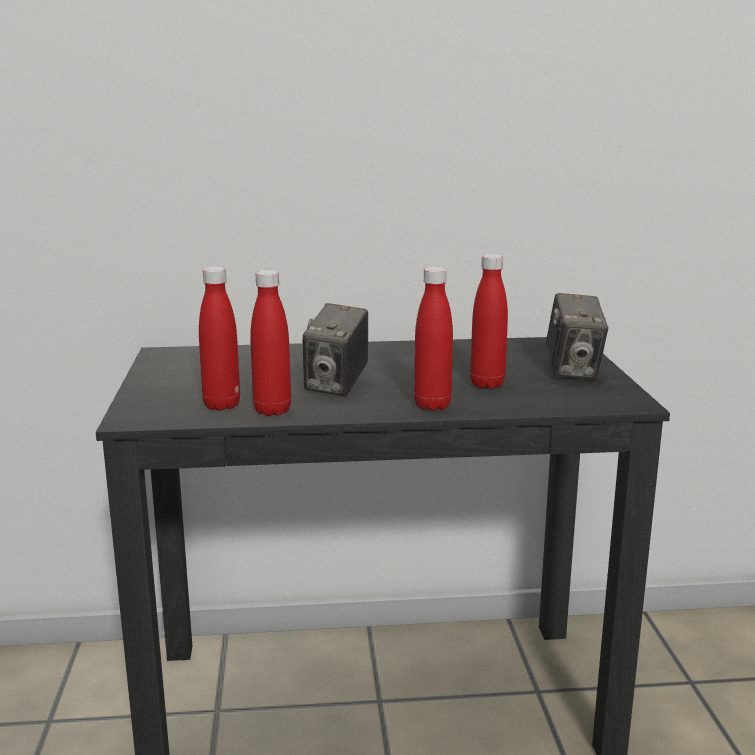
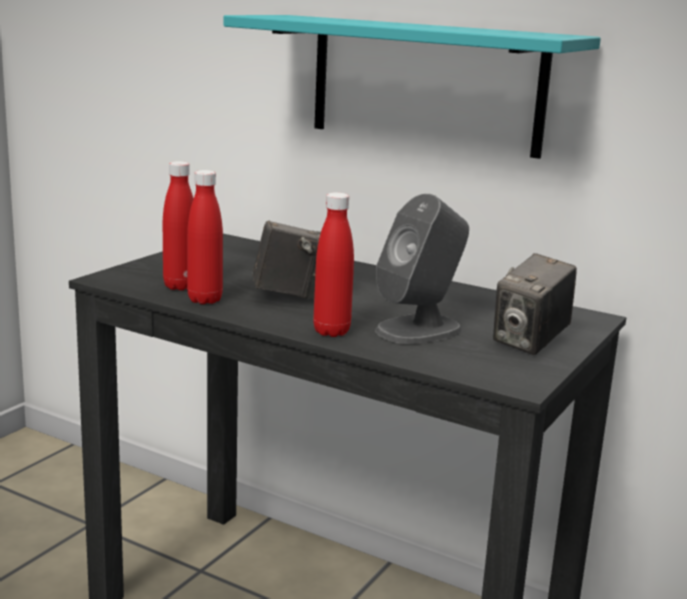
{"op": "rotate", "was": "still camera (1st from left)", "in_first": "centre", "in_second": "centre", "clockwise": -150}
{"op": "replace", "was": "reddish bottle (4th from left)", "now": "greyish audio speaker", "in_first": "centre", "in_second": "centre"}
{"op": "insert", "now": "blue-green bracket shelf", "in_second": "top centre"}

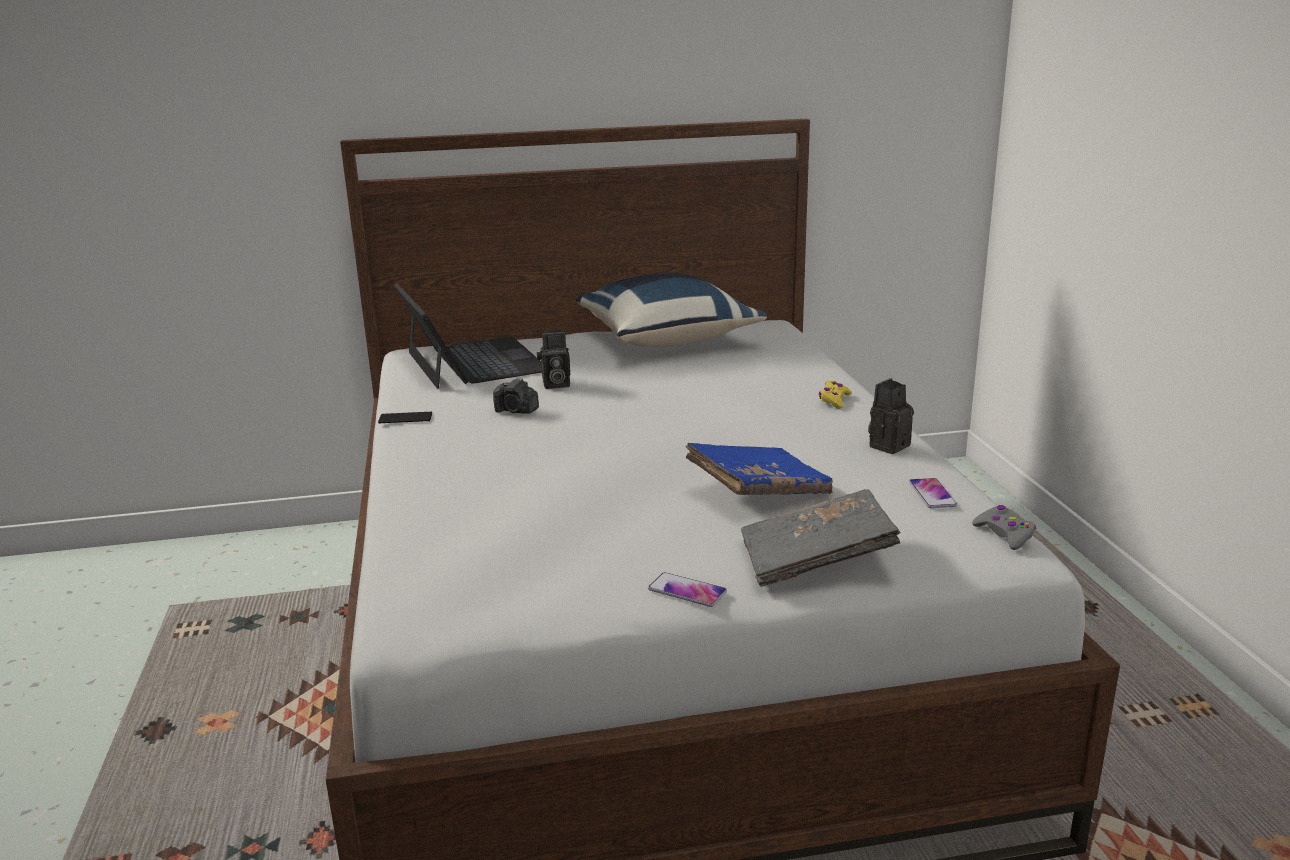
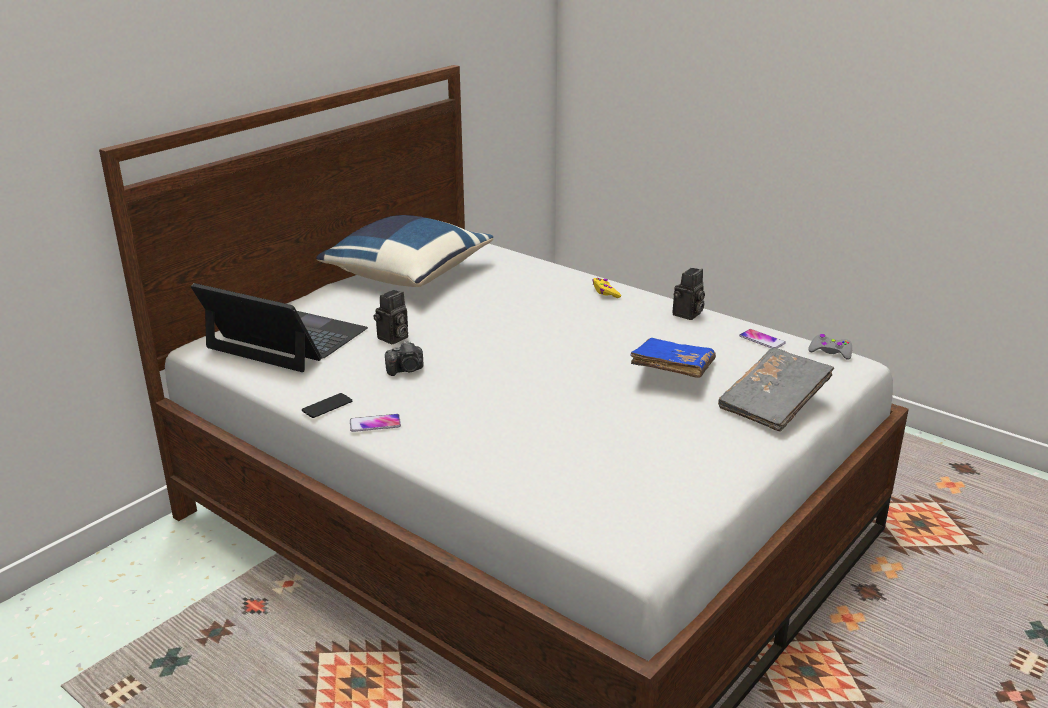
{"op": "move", "was": "telephone (2nd from left)", "in_first": "bottom centre", "in_second": "centre"}
{"op": "rotate", "was": "still camera (3rd from left)", "in_first": "middle right", "in_second": "centre", "clockwise": -150}

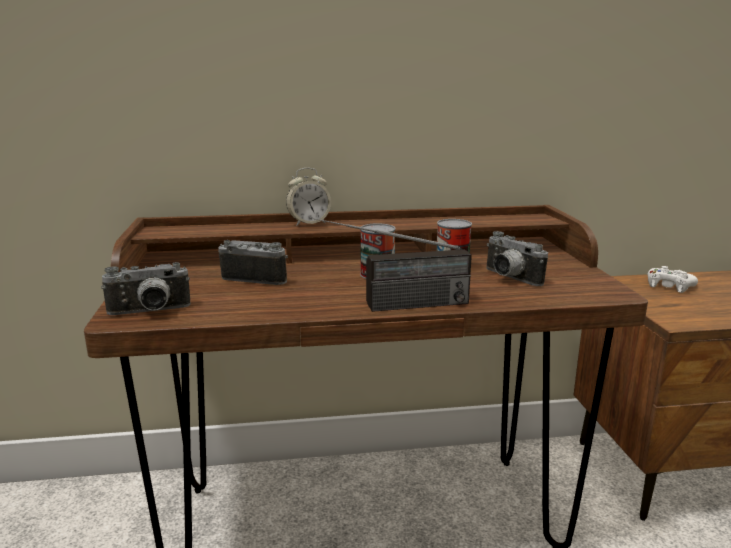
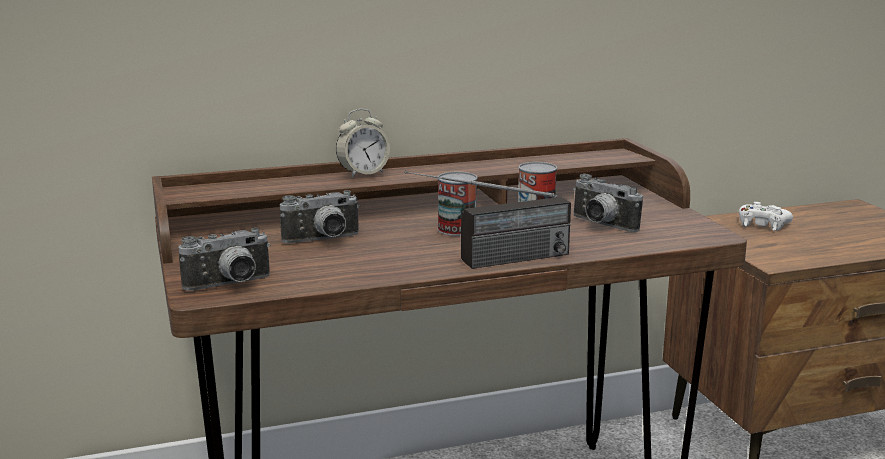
{"op": "rotate", "was": "still camera (2nd from left)", "in_first": "centre", "in_second": "centre", "clockwise": 150}

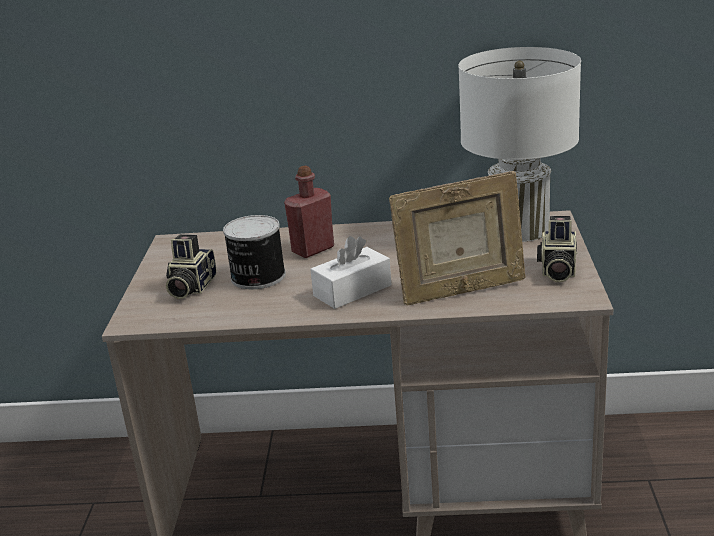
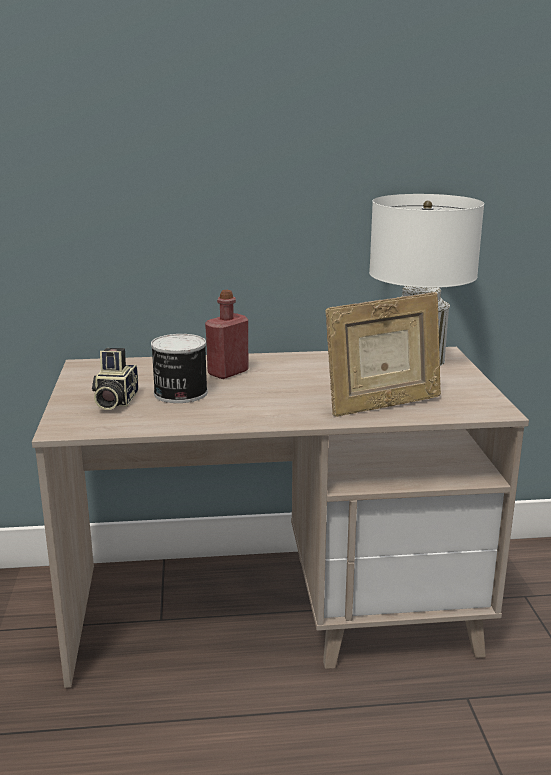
{"op": "delete", "was": "white tissue box", "in_first": "centre"}
{"op": "delete", "was": "still camera (2nd from left)", "in_first": "middle right"}

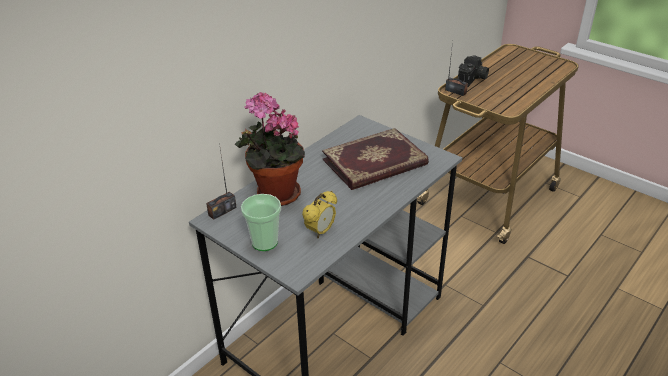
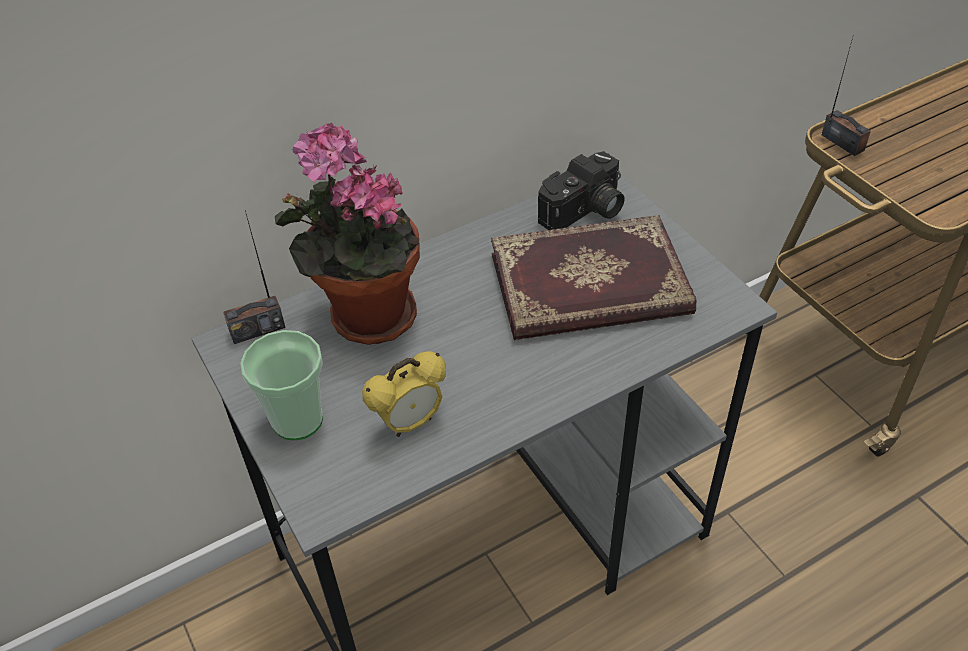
{"op": "move", "was": "still camera", "in_first": "top right", "in_second": "top centre"}

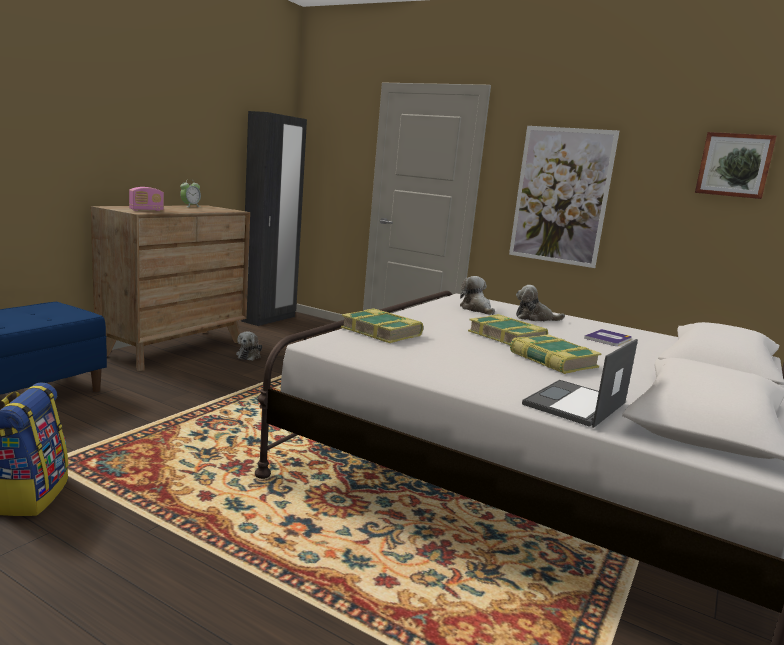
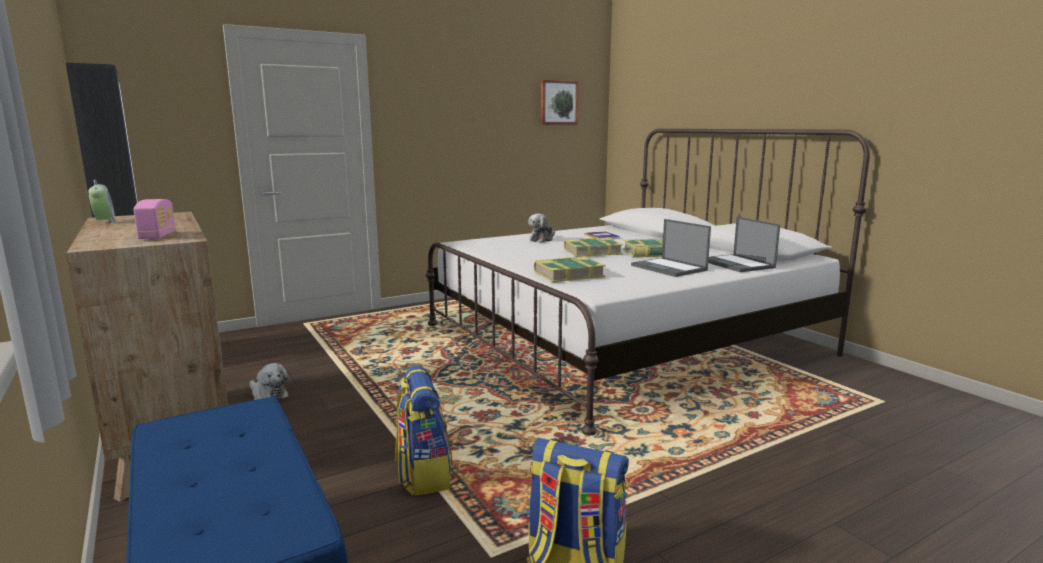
{"op": "delete", "was": "soft toy (2nd from left)", "in_first": "centre"}
{"op": "delete", "was": "wall picture (1st from left)", "in_first": "top right"}
{"op": "insert", "now": "backpack (1st from left)", "in_second": "bottom centre"}
{"op": "insert", "now": "portable computer (1st from left)", "in_second": "centre"}

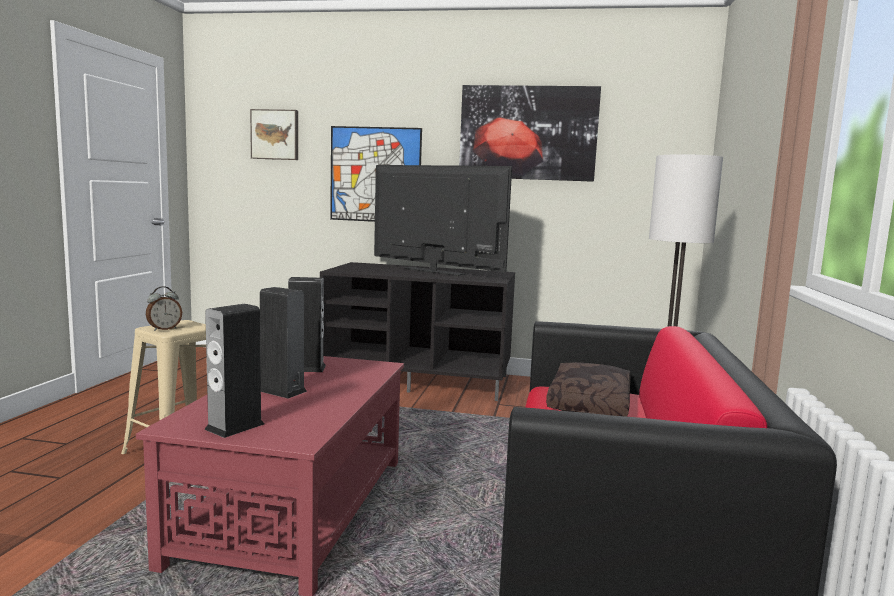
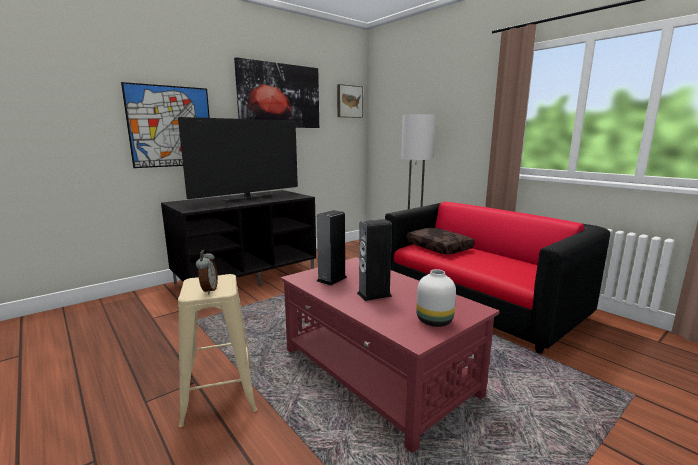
{"op": "replace", "was": "audio speaker (1st from left)", "now": "white flower vase", "in_first": "middle left", "in_second": "centre"}
{"op": "move", "was": "wall picture (1st from left in the first image)", "now": "wall picture (3rd from left)", "in_first": "top left", "in_second": "top centre"}
{"op": "rotate", "was": "TV set", "in_first": "centre", "in_second": "centre", "clockwise": 150}

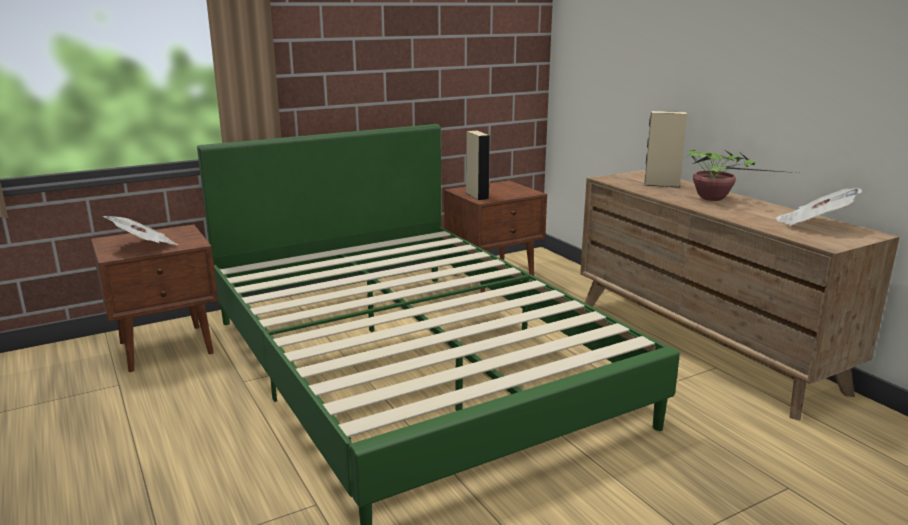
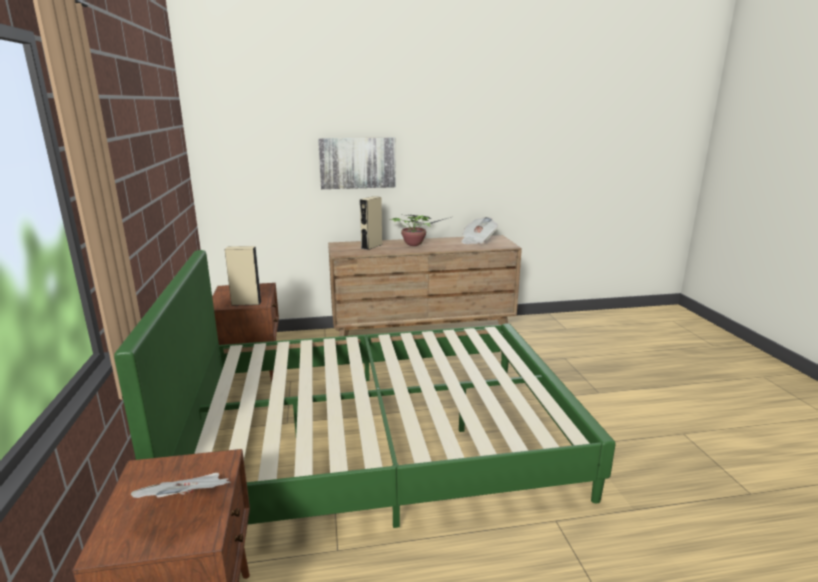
{"op": "insert", "now": "wall picture", "in_second": "top centre"}

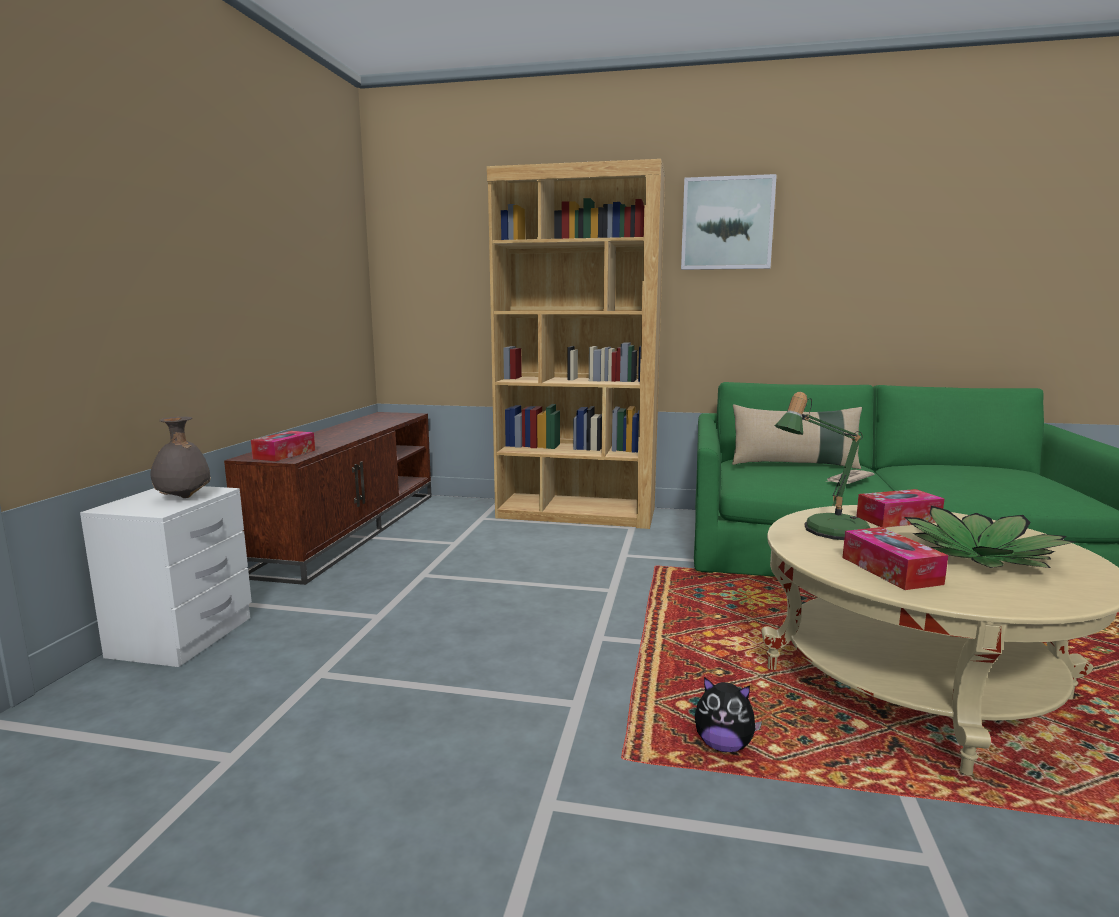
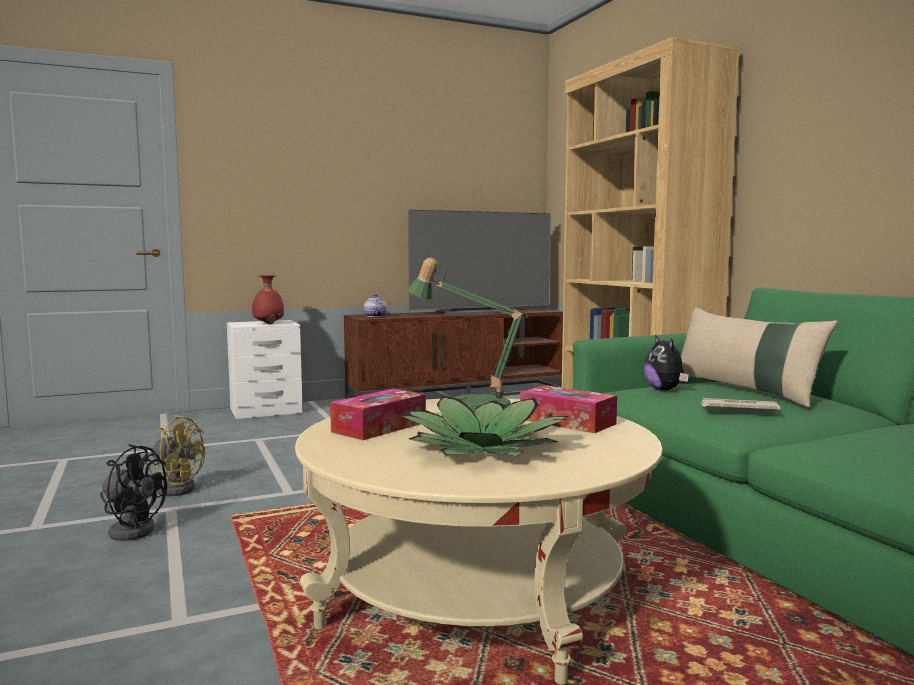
{"op": "recolor", "was": "greyish flower vase", "now": "reddish flower vase", "in_first": "middle left", "in_second": "middle left"}
{"op": "replace", "was": "tissue box (1st from left)", "now": "teapot", "in_first": "middle left", "in_second": "centre"}
{"op": "delete", "was": "wall picture", "in_first": "top centre"}
{"op": "move", "was": "soft toy", "in_first": "bottom centre", "in_second": "middle right"}
{"op": "insert", "now": "black-coloured electric fan", "in_second": "bottom left"}
{"op": "insert", "now": "yellow-coloured electric fan", "in_second": "middle left"}
{"op": "insert", "now": "TV set", "in_second": "centre"}

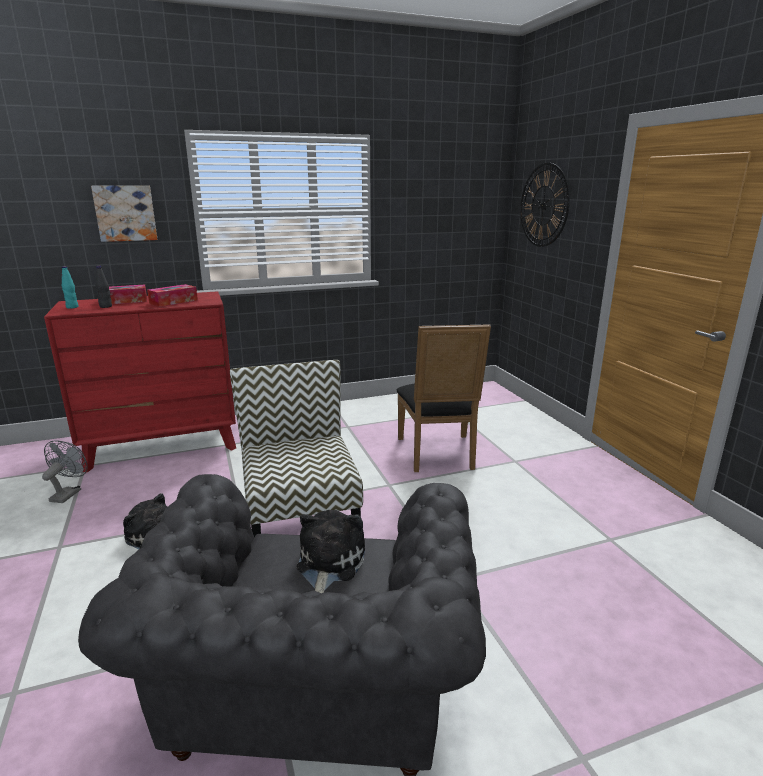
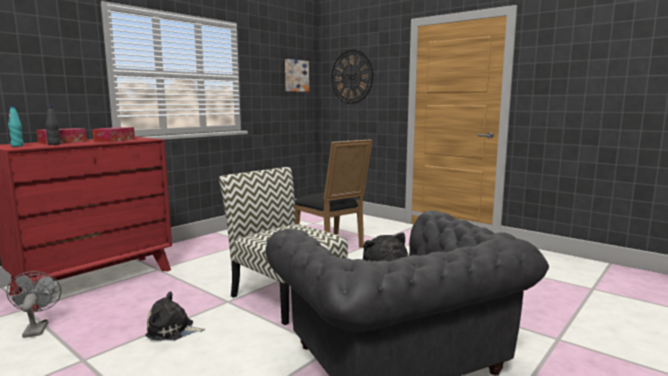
{"op": "move", "was": "wall picture", "in_first": "top left", "in_second": "top centre"}

